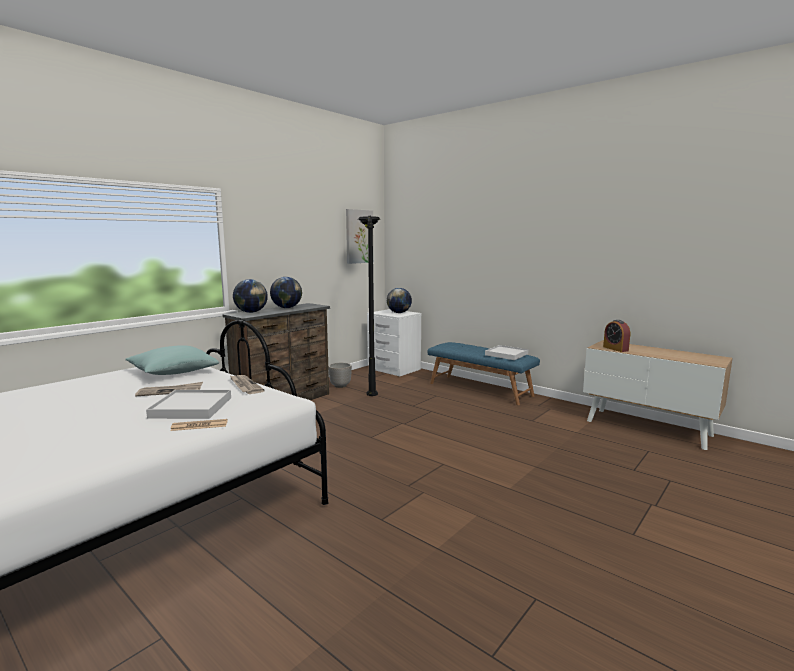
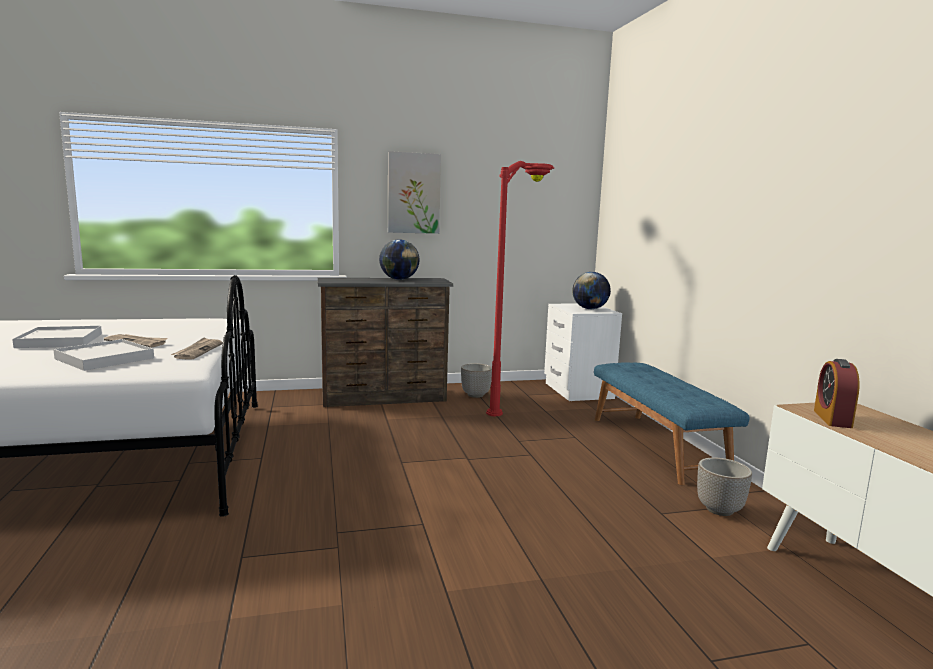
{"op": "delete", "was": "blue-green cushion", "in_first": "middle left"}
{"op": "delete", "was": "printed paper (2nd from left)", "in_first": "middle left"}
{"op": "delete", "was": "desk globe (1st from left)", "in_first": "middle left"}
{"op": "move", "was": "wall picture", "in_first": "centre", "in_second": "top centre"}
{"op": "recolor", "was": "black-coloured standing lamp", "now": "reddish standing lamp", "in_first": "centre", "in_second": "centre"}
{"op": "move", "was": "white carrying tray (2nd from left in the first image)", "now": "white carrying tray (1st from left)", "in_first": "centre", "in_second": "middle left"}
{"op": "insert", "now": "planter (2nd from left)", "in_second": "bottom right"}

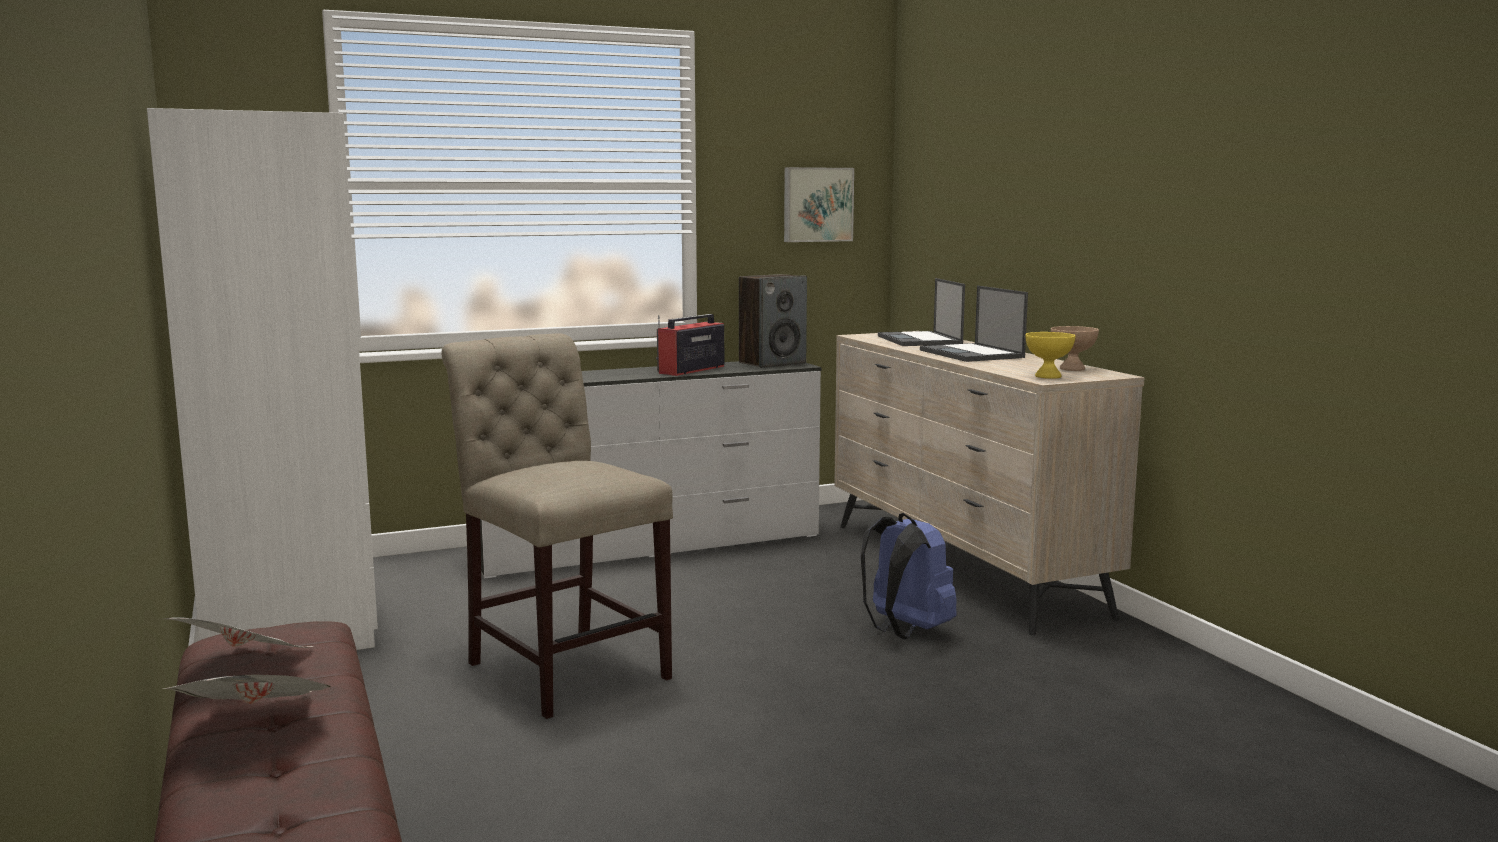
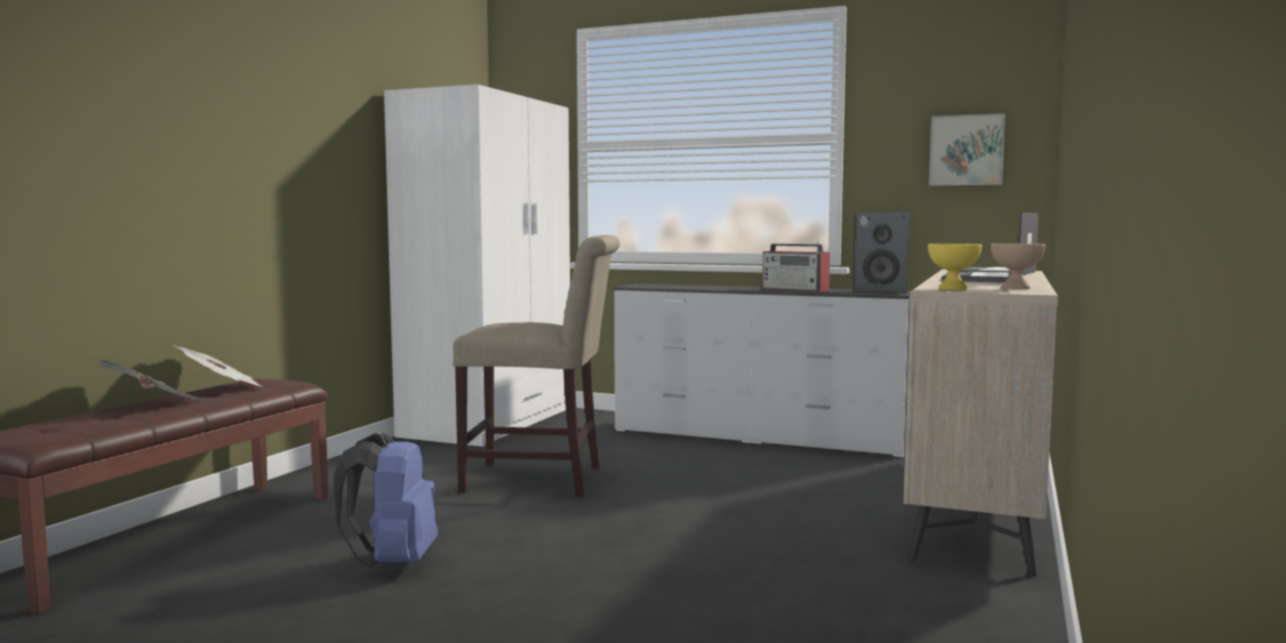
{"op": "rotate", "was": "beige chair", "in_first": "centre", "in_second": "centre", "clockwise": 90}
{"op": "rotate", "was": "radio receiver", "in_first": "centre", "in_second": "centre", "clockwise": -135}
{"op": "move", "was": "bluish backpack", "in_first": "bottom centre", "in_second": "bottom left"}

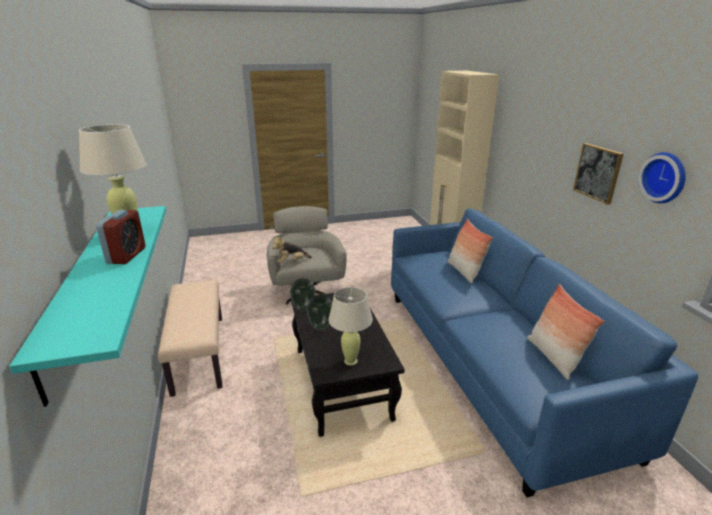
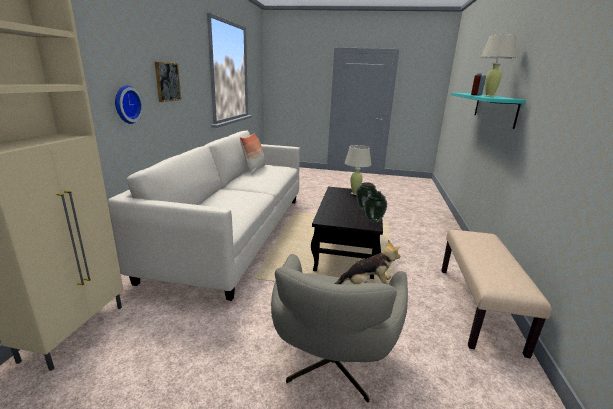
{"op": "recolor", "was": "bluish settee", "now": "white settee", "in_first": "bottom right", "in_second": "middle left"}
{"op": "delete", "was": "cushion (1st from left)", "in_first": "centre"}
{"op": "move", "was": "clock on the wall", "in_first": "middle right", "in_second": "top left"}

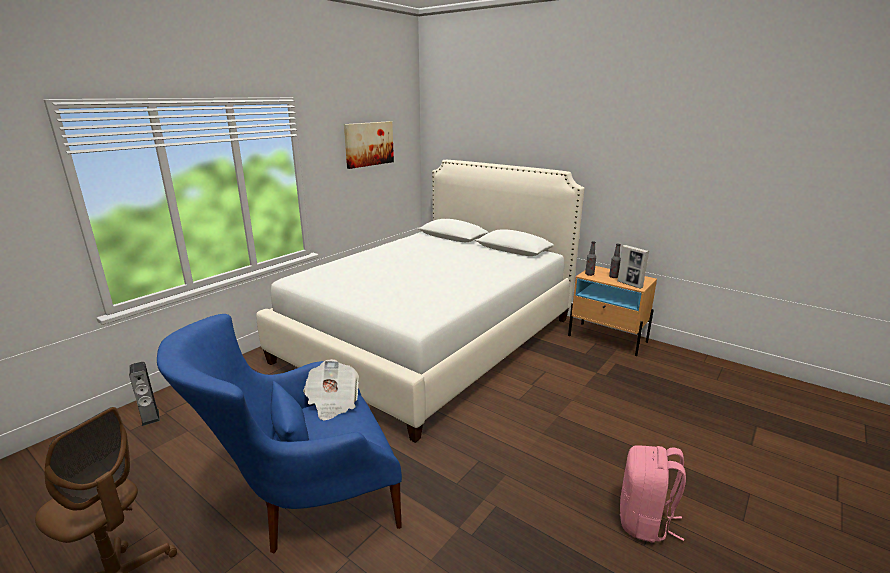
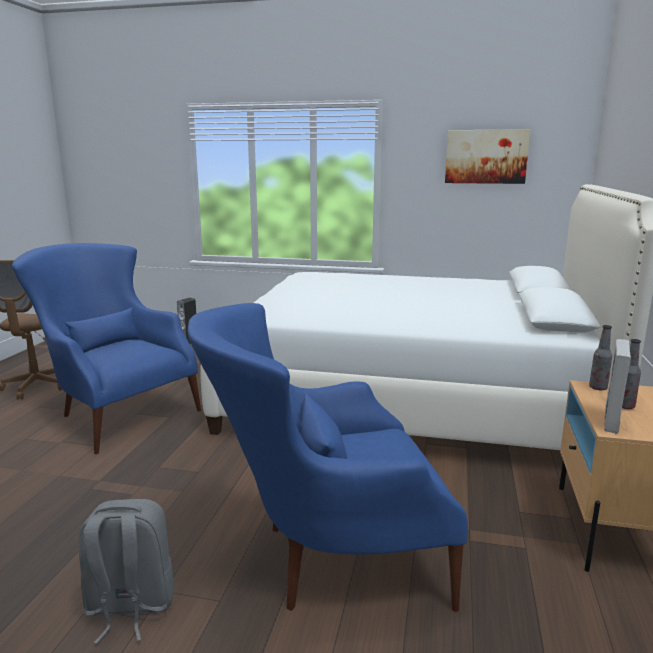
{"op": "delete", "was": "printed paper", "in_first": "bottom centre"}
{"op": "recolor", "was": "pinkish backpack", "now": "greyish backpack", "in_first": "bottom right", "in_second": "bottom left"}
{"op": "insert", "now": "bluish armchair (2nd from left)", "in_second": "bottom centre"}

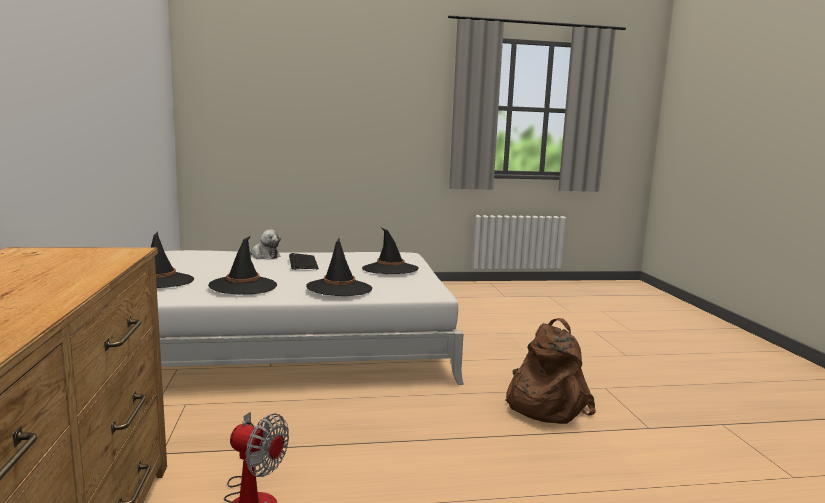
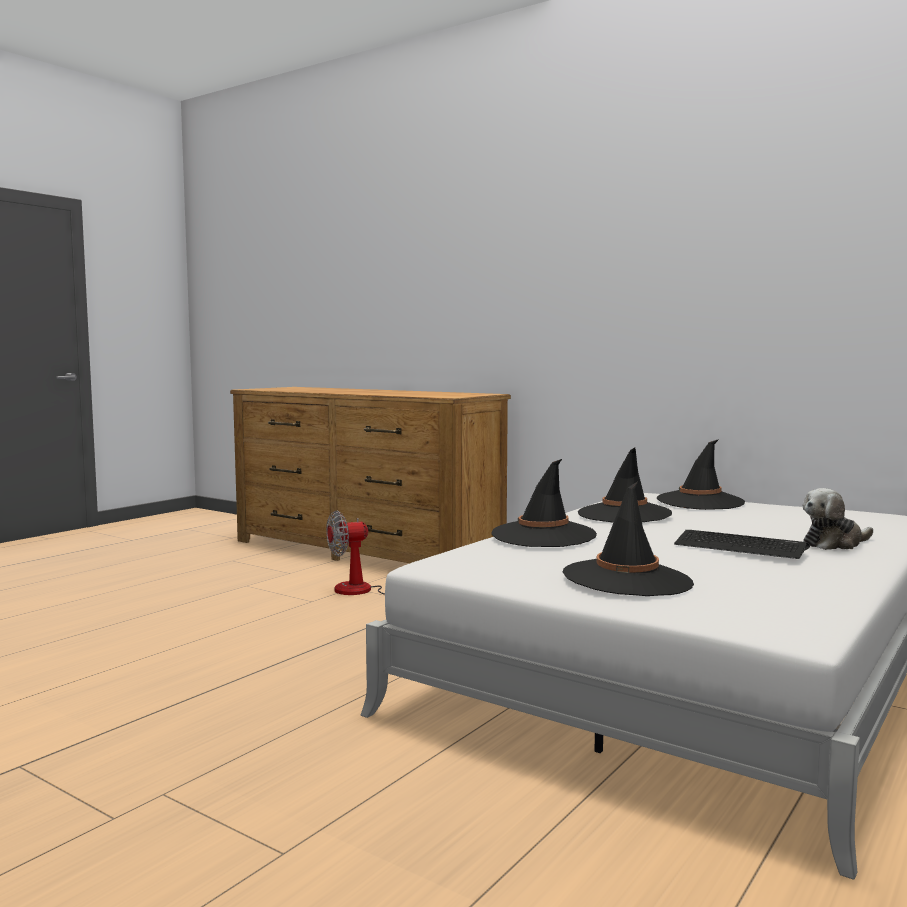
{"op": "delete", "was": "brown-coloured backpack", "in_first": "bottom right"}

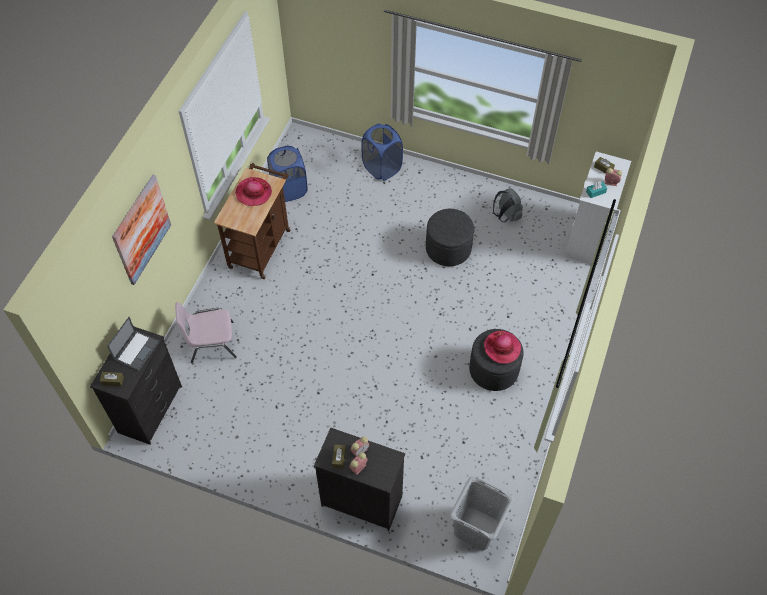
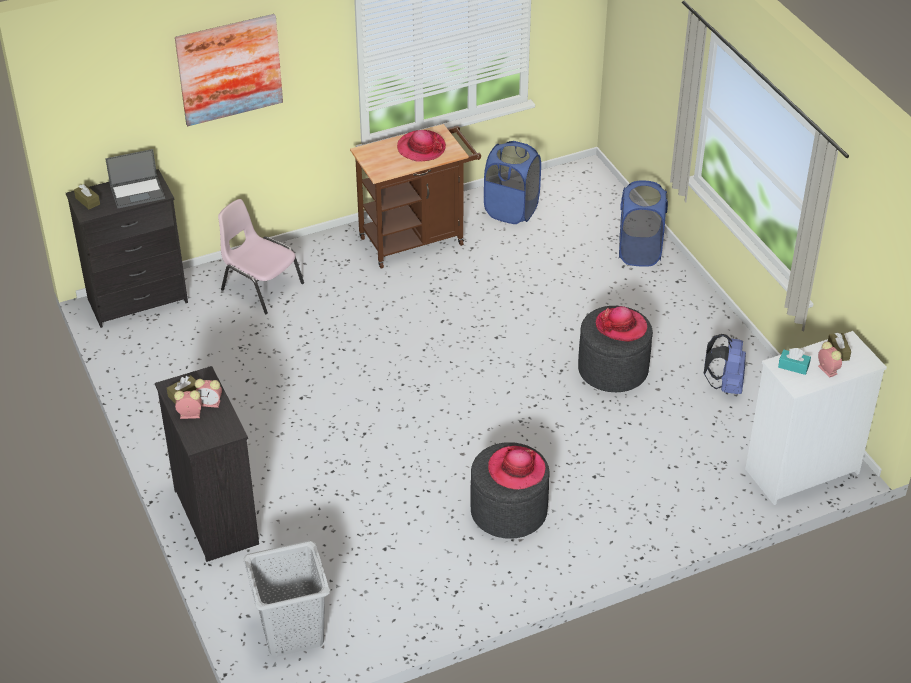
{"op": "recolor", "was": "greyish backpack", "now": "bluish backpack", "in_first": "centre", "in_second": "middle right"}
{"op": "insert", "now": "hat (3rd from left)", "in_second": "middle right"}

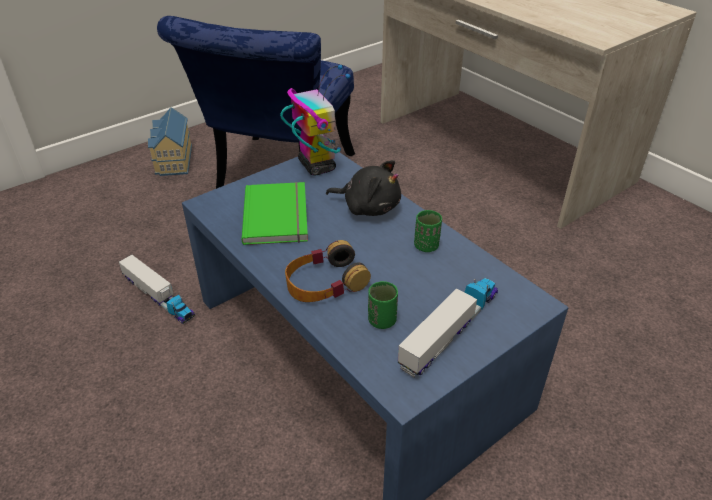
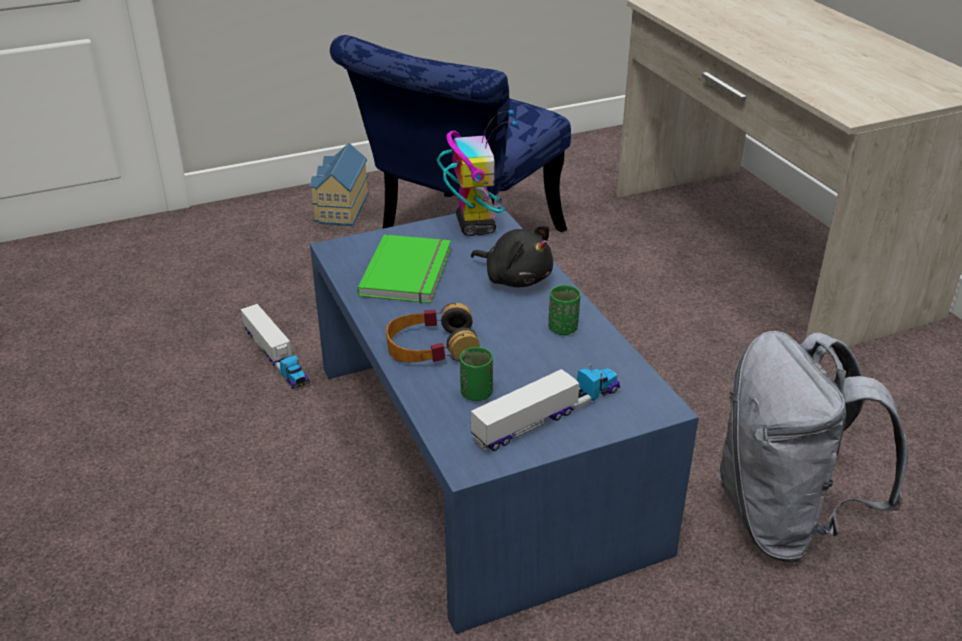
{"op": "insert", "now": "greyish backpack", "in_second": "bottom right"}

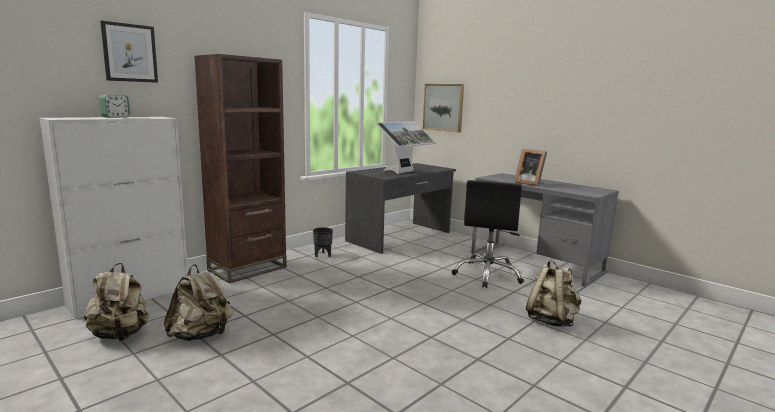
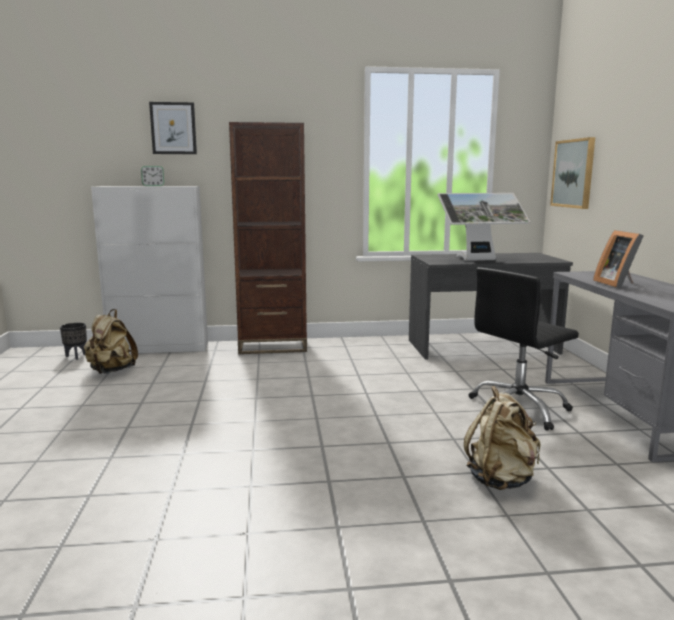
{"op": "delete", "was": "beige backpack (2nd from left)", "in_first": "bottom left"}
{"op": "move", "was": "black-coloured planter", "in_first": "centre", "in_second": "middle left"}

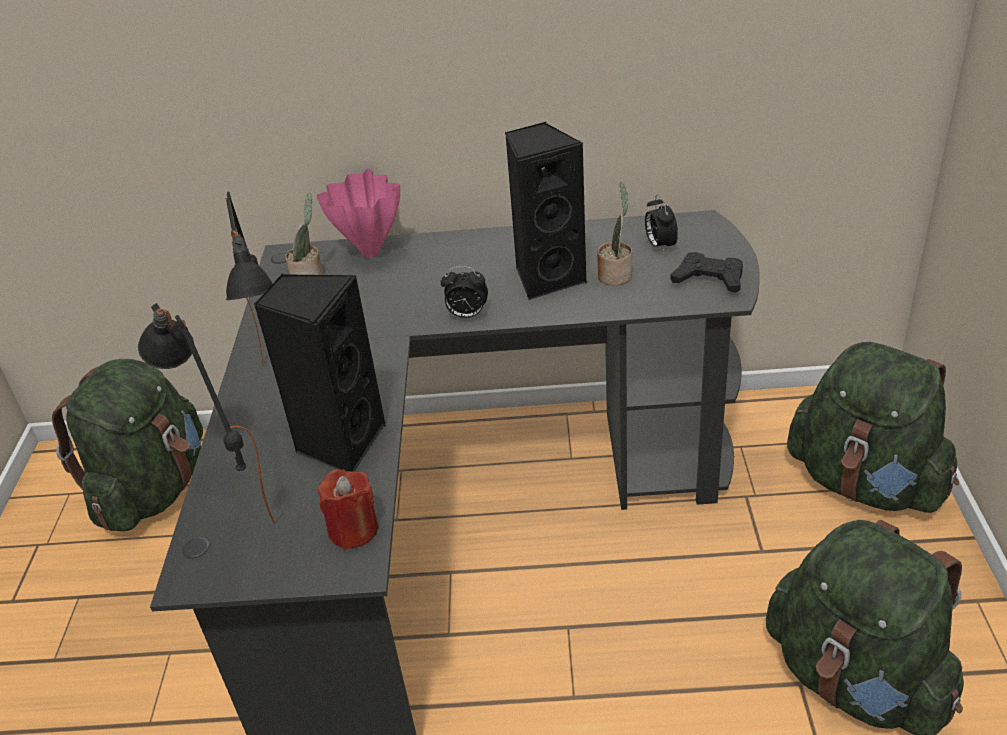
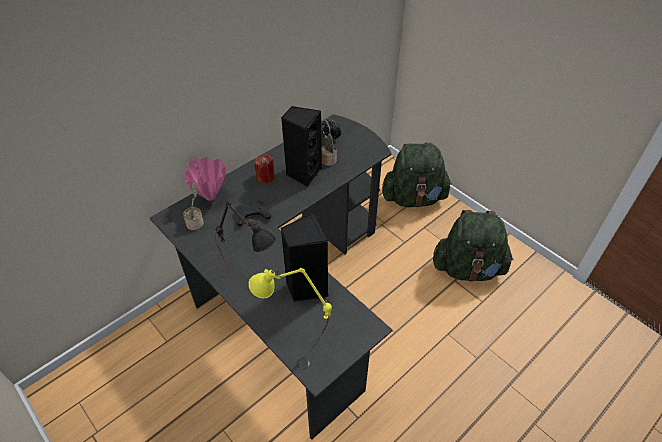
{"op": "delete", "was": "green-coloured backpack (1st from left)", "in_first": "middle left"}
{"op": "recolor", "was": "black-coloured table lamp (1st from left)", "now": "yellow-coloured table lamp", "in_first": "middle left", "in_second": "bottom centre"}
{"op": "move", "was": "reddish wax candle", "in_first": "bottom centre", "in_second": "centre"}
{"op": "delete", "was": "bedside clock (1st from left)", "in_first": "centre"}
{"op": "move", "was": "black-coloured joypad", "in_first": "middle right", "in_second": "centre"}

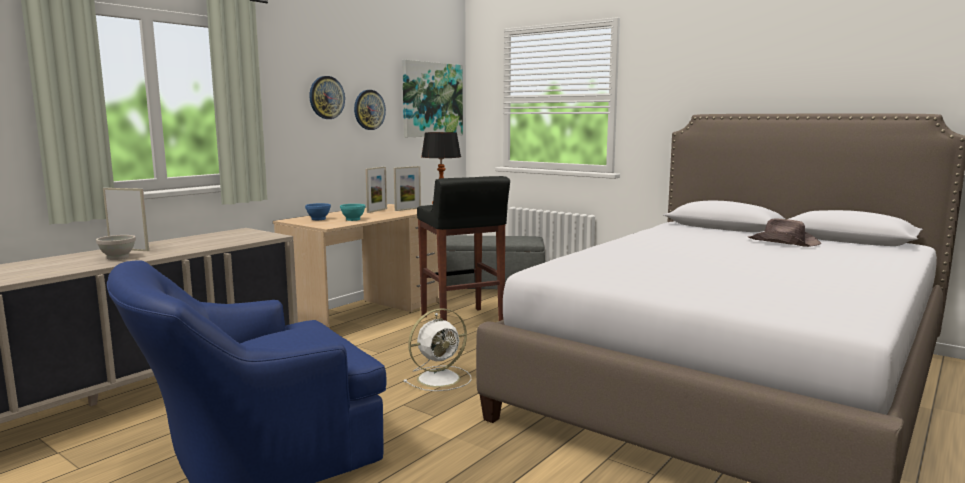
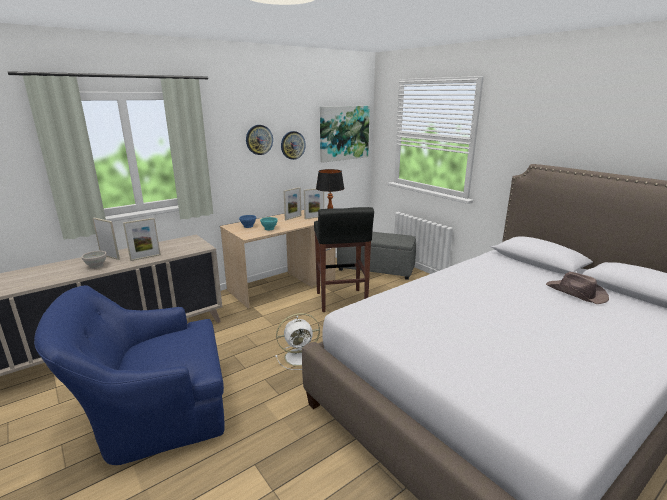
{"op": "insert", "now": "photo frame (2nd from left)", "in_second": "middle left"}

